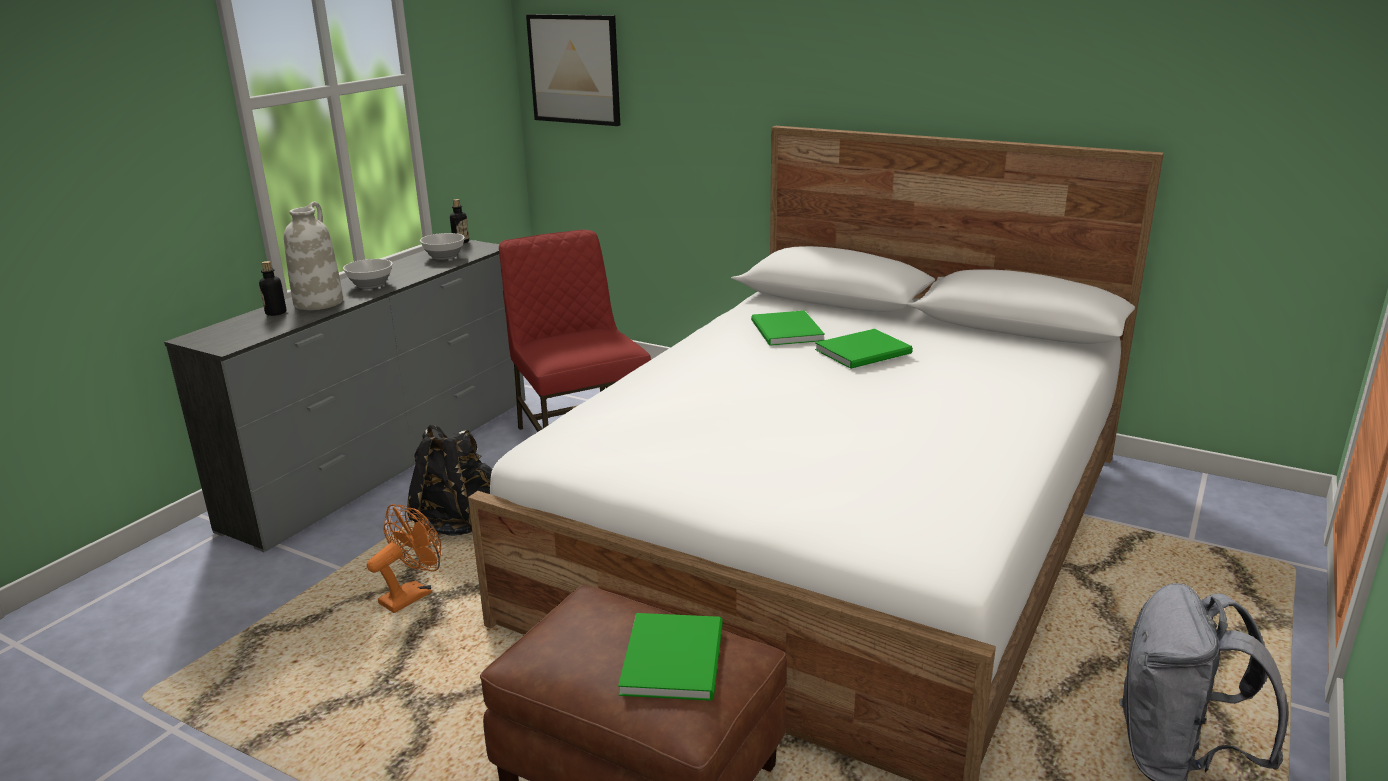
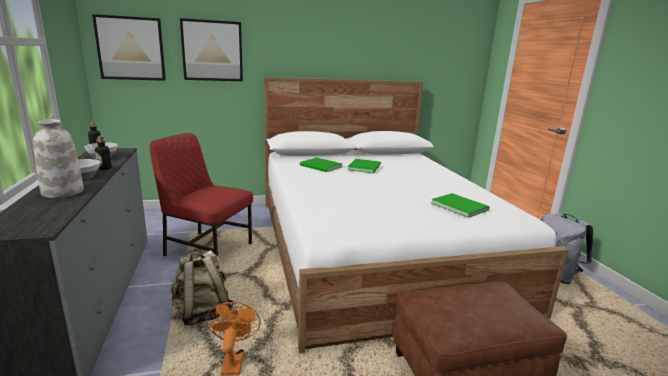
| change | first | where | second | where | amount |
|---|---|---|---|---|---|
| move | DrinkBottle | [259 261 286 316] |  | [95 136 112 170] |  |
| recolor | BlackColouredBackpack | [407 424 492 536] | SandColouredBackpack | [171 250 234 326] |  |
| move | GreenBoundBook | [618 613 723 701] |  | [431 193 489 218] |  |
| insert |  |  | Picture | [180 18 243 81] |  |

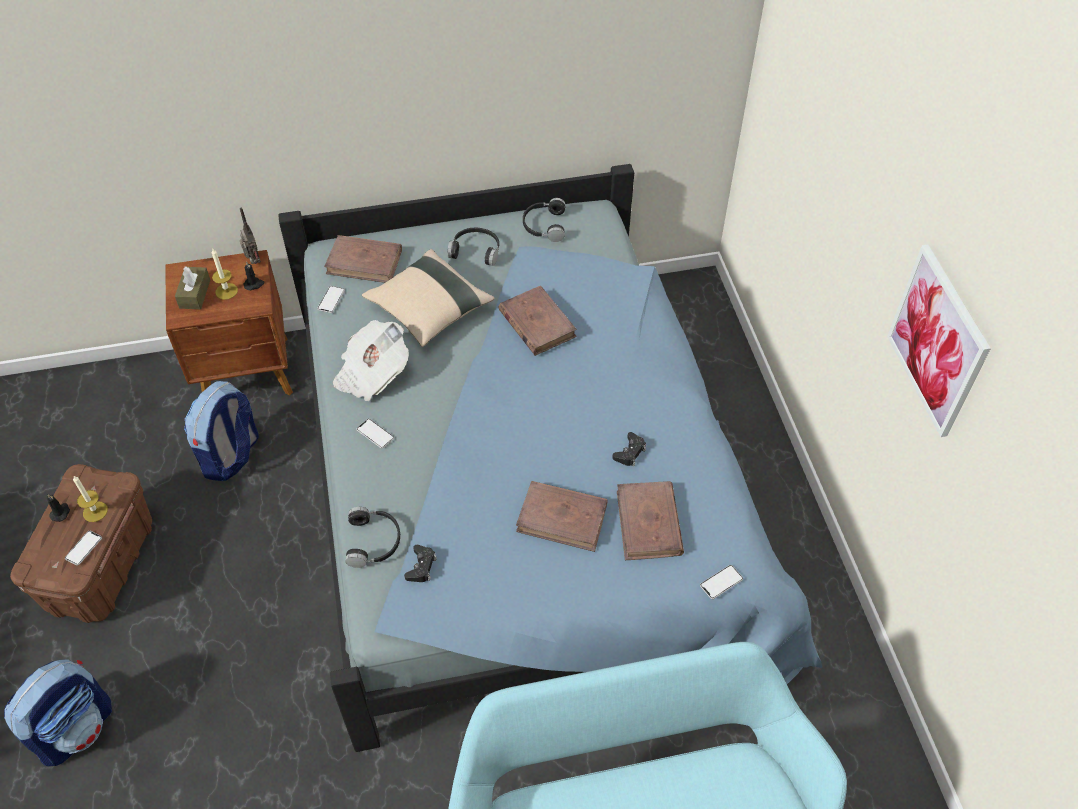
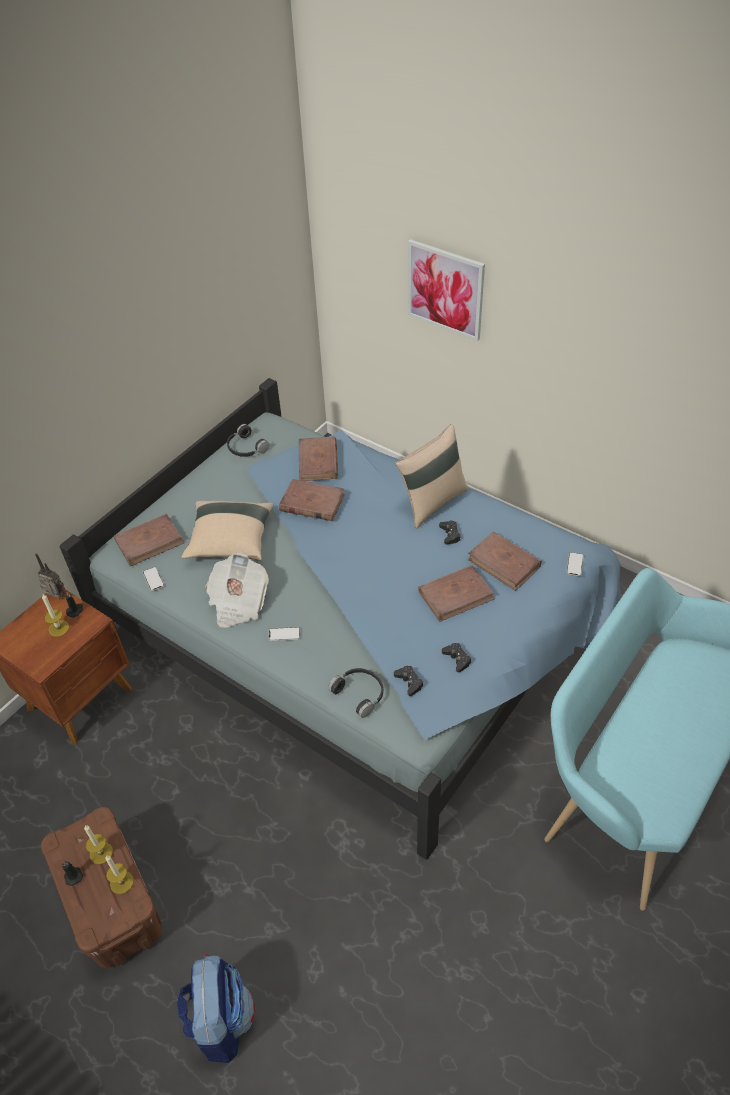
| change | first | where | second | where | amount |
|---|---|---|---|---|---|
| delete | BlackColouredHeadphones | [448 227 499 266] |  |  |  |
| move | Picture | [887 245 991 437] |  | [408 239 485 341] |  |
| delete | BrownColouredTissueHolder | [175 266 210 309] |  |  |  |
| delete | Backpack | [184 381 259 481] |  |  |  |
| replace | Handset | [65 531 102 565] | WaxCandle | [105 855 134 894] |  |
| insert |  |  | SandColouredCushion | [395 424 468 529] |  |
| insert |  |  | BrownColouredBoundBook | [299 437 338 481] |  |
| insert |  |  | BlackColouredGameController | [442 643 471 673] |  |

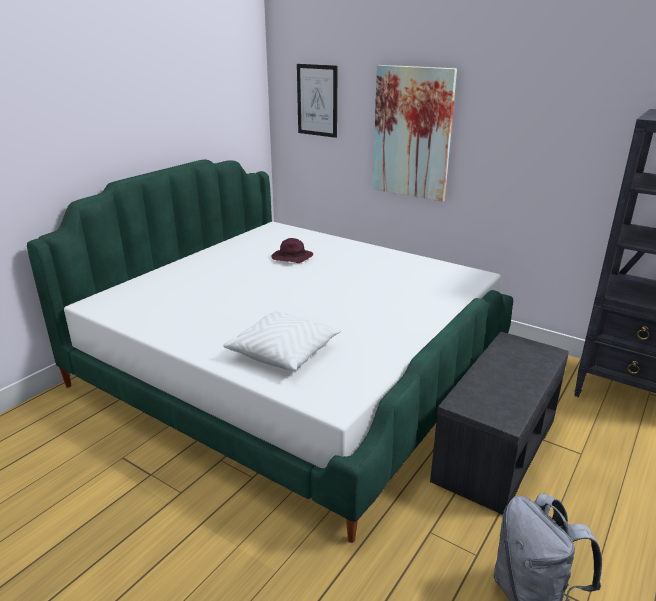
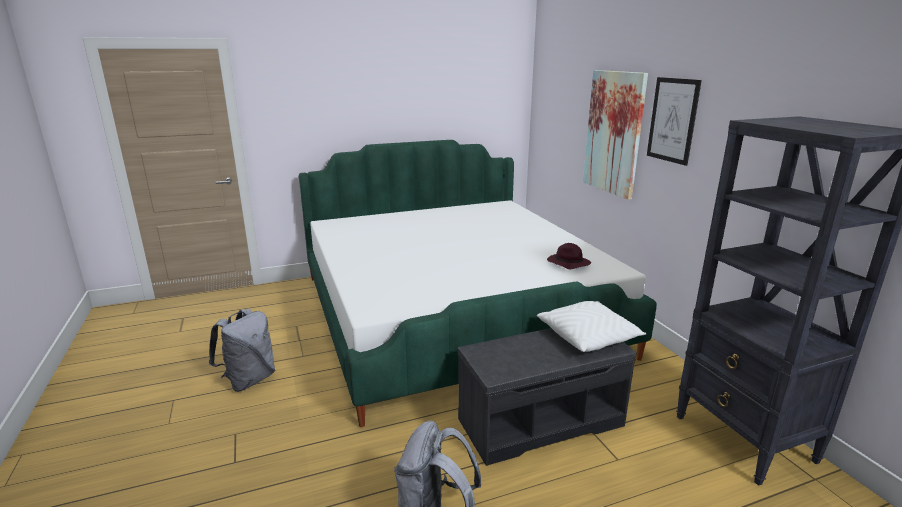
| change | first | where | second | where | amount |
|---|---|---|---|---|---|
| move | Picture | [297 64 338 138] |  | [647 77 702 166] |  |
| move | PurpleColouredWearableHat | [271 238 313 263] |  | [547 243 591 269] |  |
| move | WhitishCushion | [223 311 341 371] |  | [537 301 647 352] |  |
| insert |  |  | GreyishBackpack | [209 309 275 392] |  |

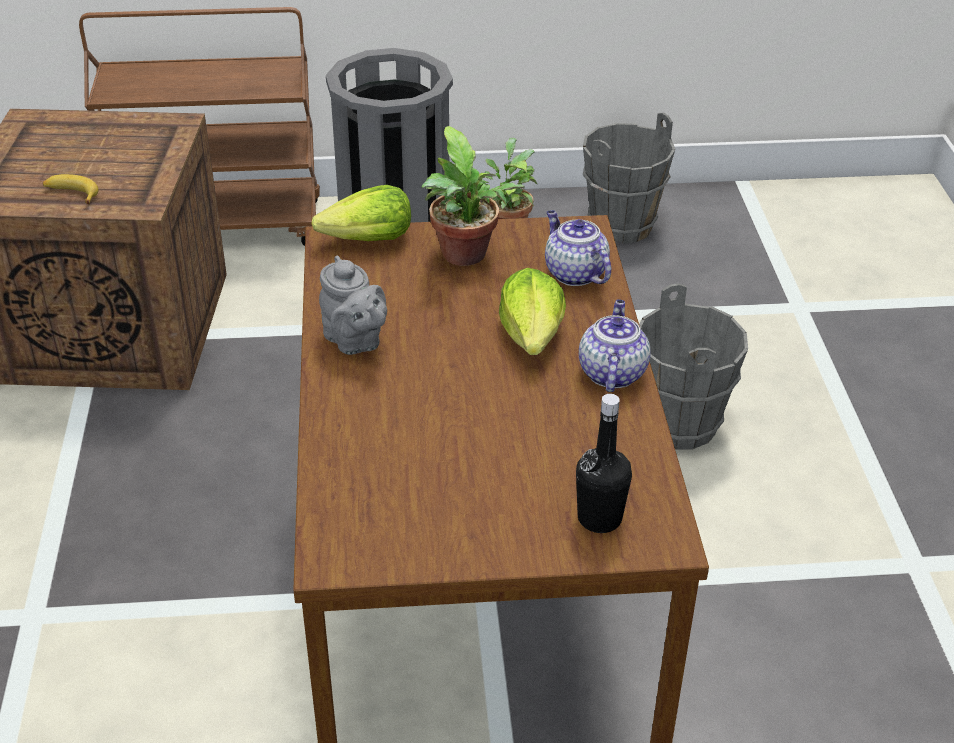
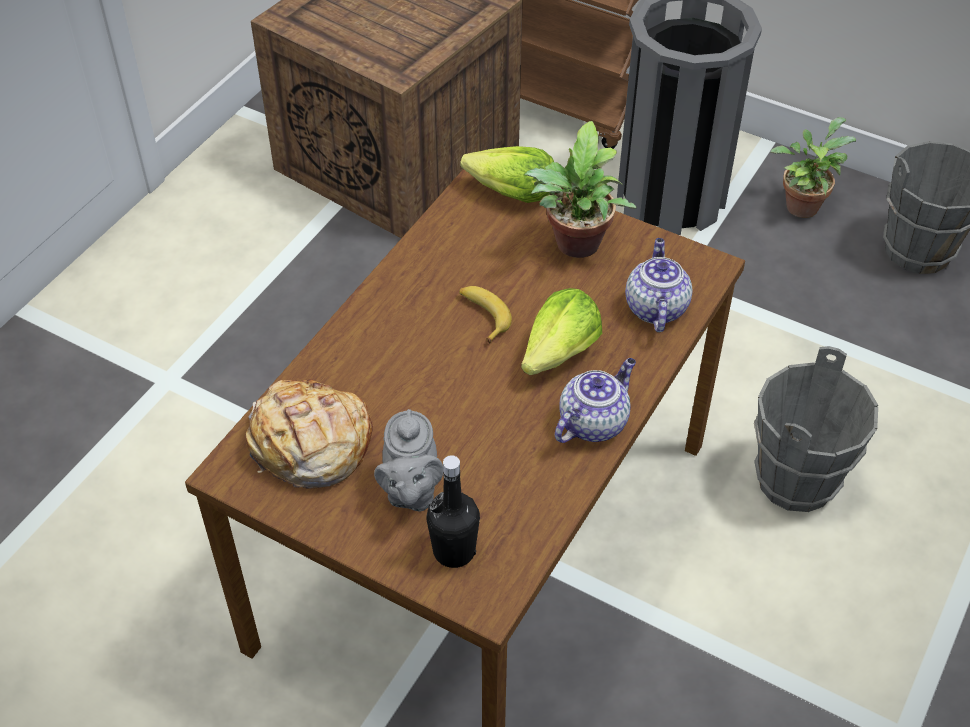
| change | first | where | second | where | amount |
|---|---|---|---|---|---|
| move | Banana | [43 174 98 204] |  | [459 286 512 343] |  |
| move | GreyishPotForTea | [319 255 387 355] |  | [374 409 443 512] |  |
| insert |  |  | BakedBread | [246 379 373 489] |  |

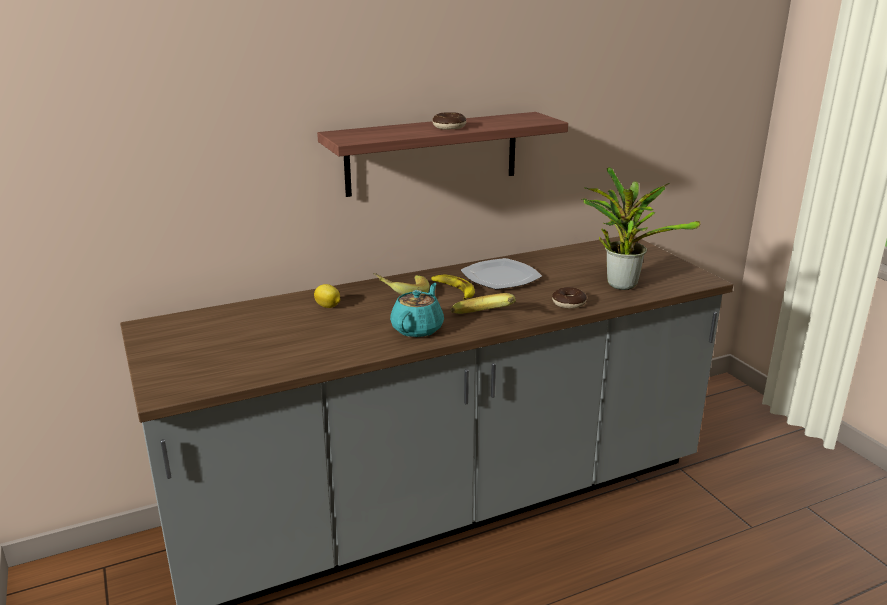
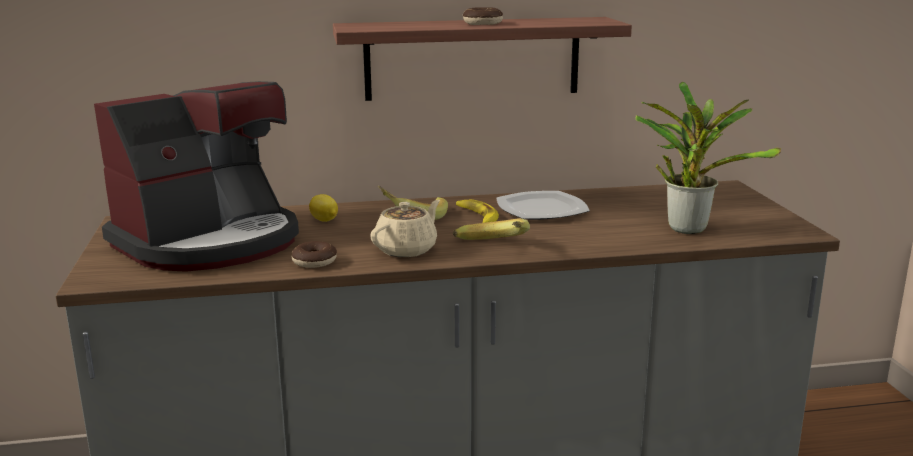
| change | first | where | second | where | amount |
|---|---|---|---|---|---|
| recolor | TurquoisePotForTea | [390 283 444 337] | SandColouredPotForTea | [370 200 440 257] |  |
| move | Doughnut | [552 287 587 308] |  | [291 241 337 268] |  |
| insert |  |  | CoffeeMachine | [94 81 299 272] |  |

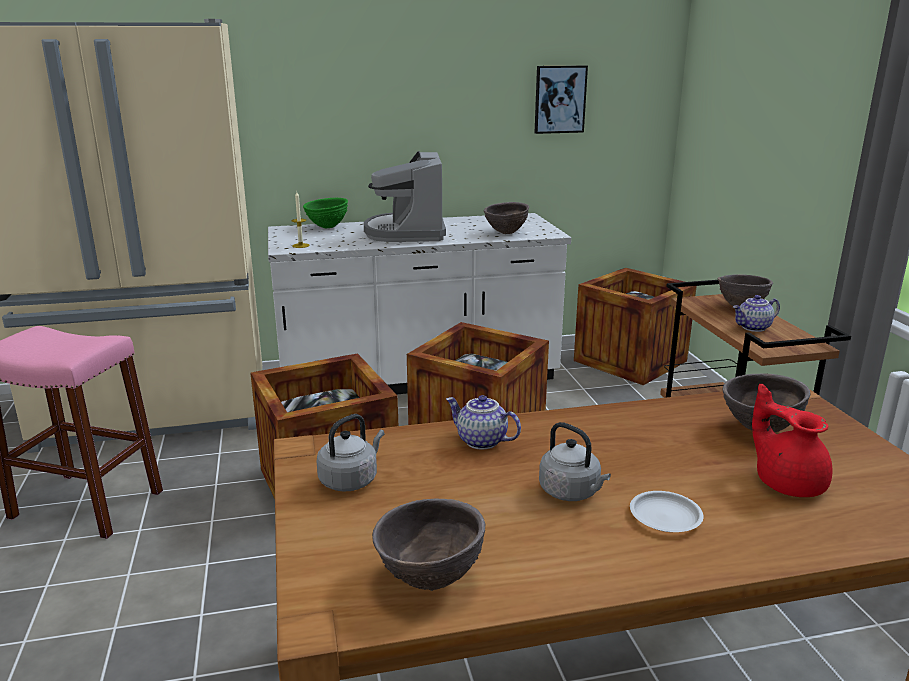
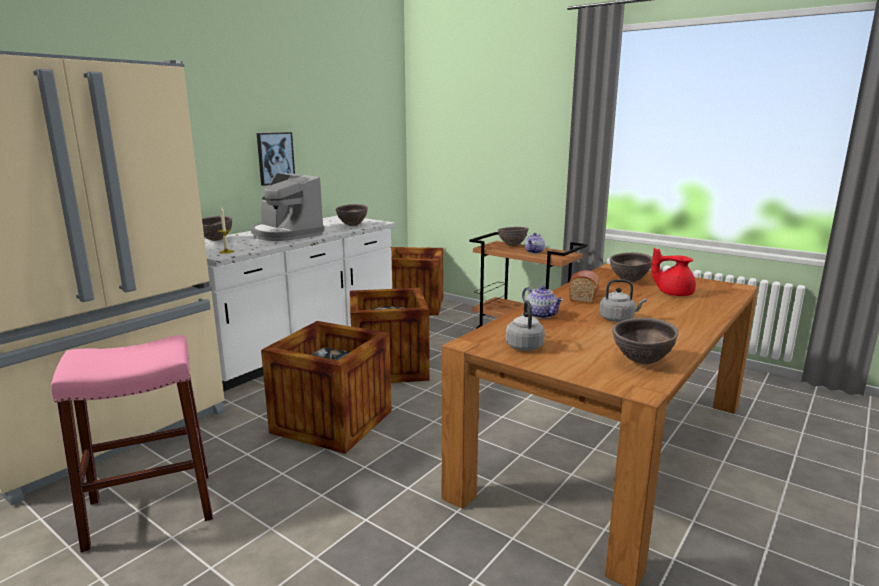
| change | first | where | second | where | amount |
|---|---|---|---|---|---|
| move | Picture | [534 65 588 134] |  | [257 132 295 186] |  |
| recolor | GreenBowl | [303 198 348 228] | BrownColouredBowl | [202 215 232 241] |  |
| rotate | PotForTea | [446 395 521 449] |  | [522 286 563 319] | 120 degrees counterclockwise |
| delete | WhitishPlate | [630 491 704 532] |  |  |  |
| insert |  |  | BakedBread | [569 270 599 303] |  |

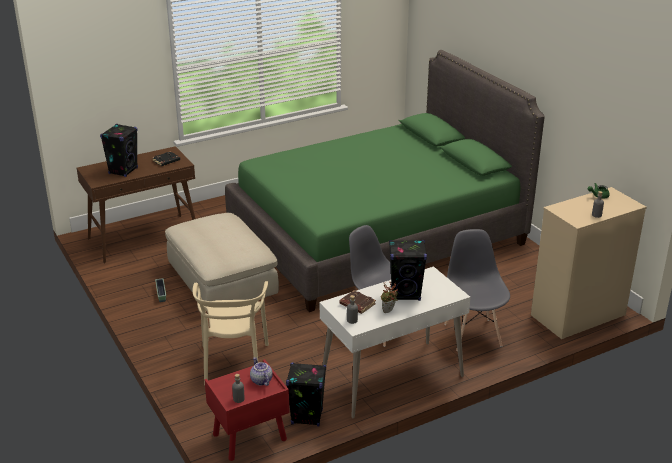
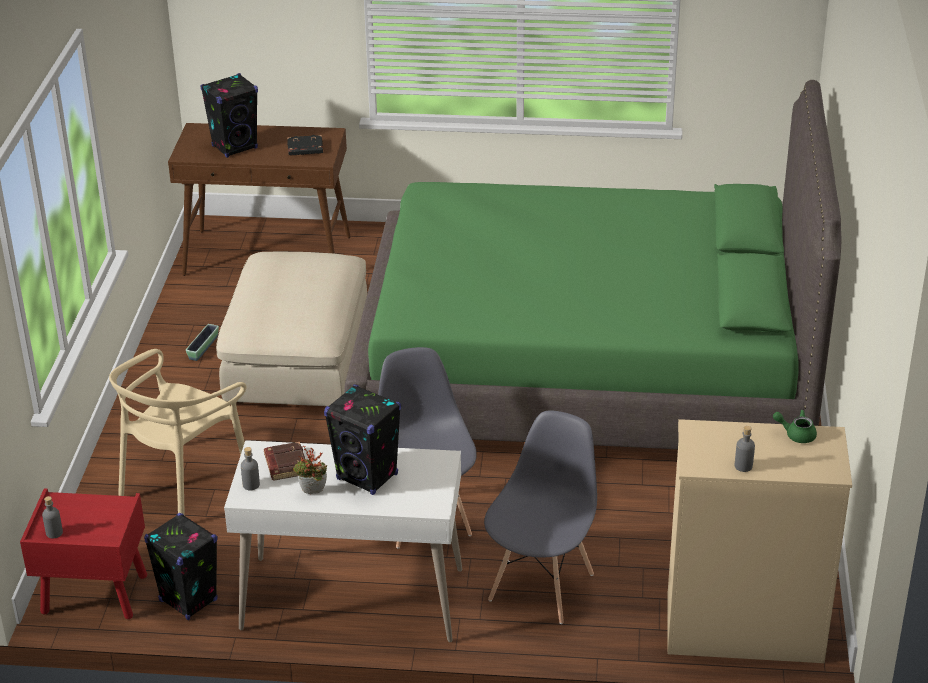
| change | first | where | second | where | amount |
|---|---|---|---|---|---|
| delete | PotForTea | [250 357 273 386] |  |  |  |

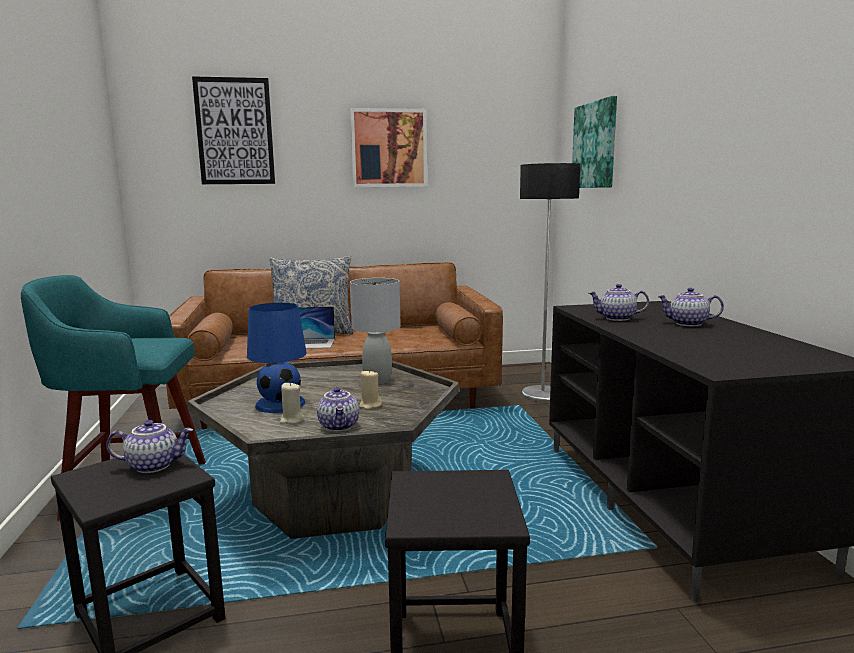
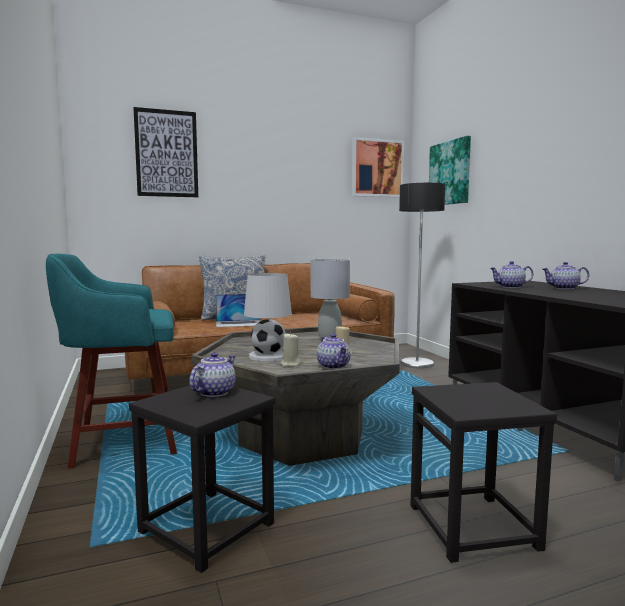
| change | first | where | second | where | amount |
|---|---|---|---|---|---|
| move | Picture | [350 108 427 187] |  | [352 137 404 198] |  |
| recolor | BlueLampForATable | [247 303 307 413] | WhitishLampForATable | [244 273 292 361] |  |
| rotate | PotForTea | [106 420 193 473] |  | [189 352 236 397] | 45 degrees counterclockwise |

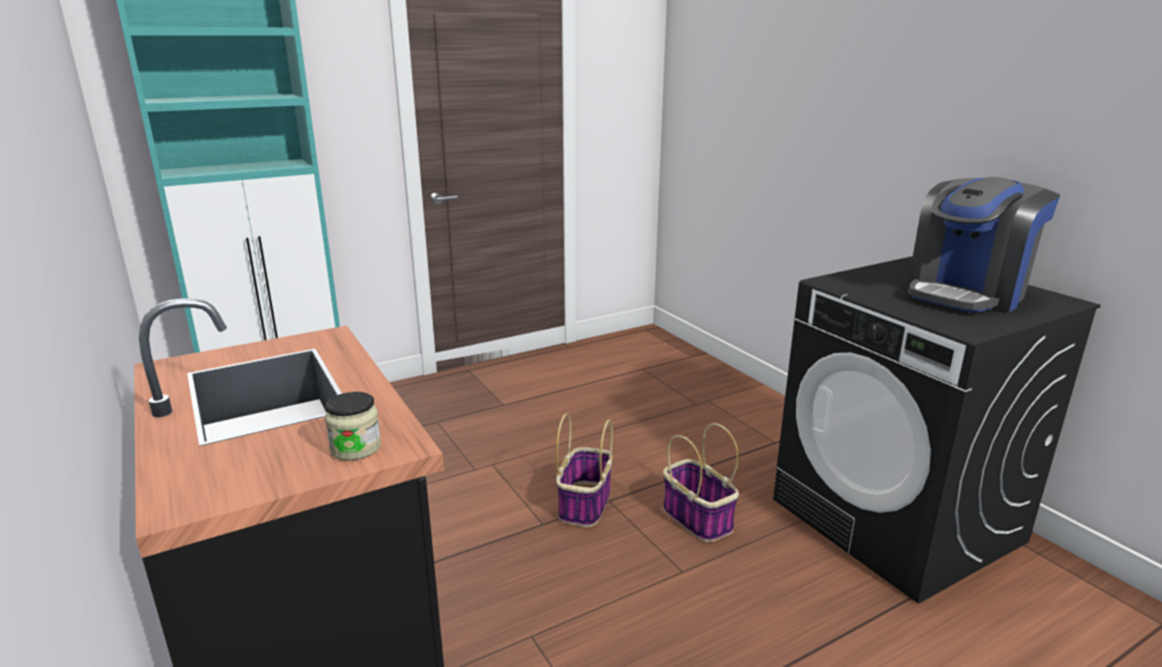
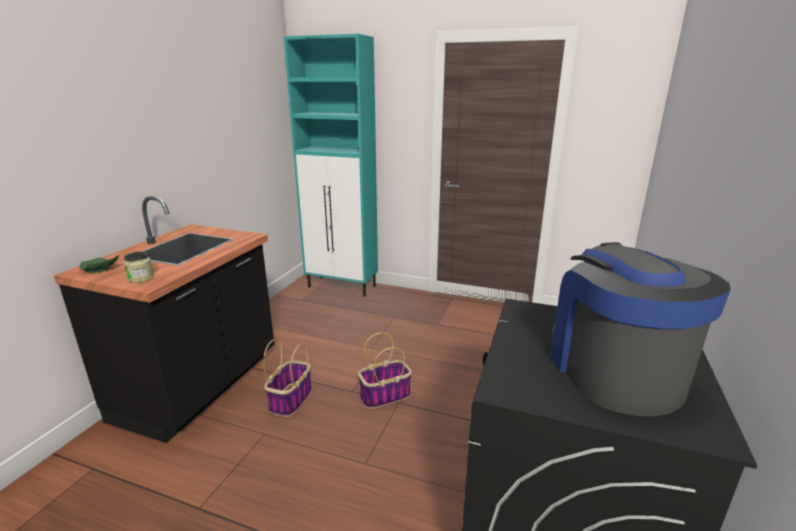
| change | first | where | second | where | amount |
|---|---|---|---|---|---|
| rotate | CoffeeMachine | [907 177 1060 313] |  | [550 242 731 416] | 75 degrees clockwise |
| move | Basket | [663 423 739 542] |  | [263 339 312 417] |  |
| insert |  |  | GreenPlate | [80 255 119 273] |  |

